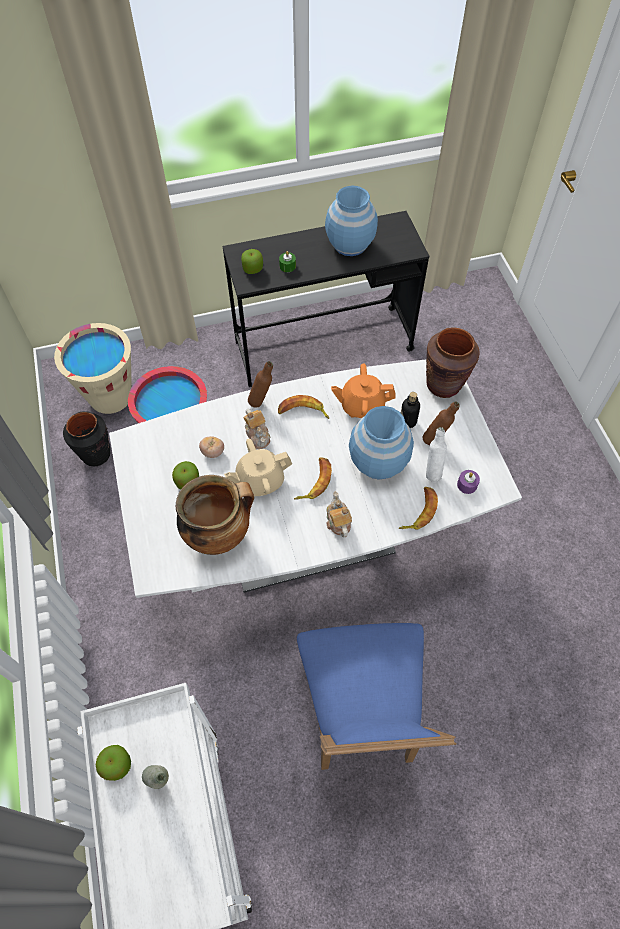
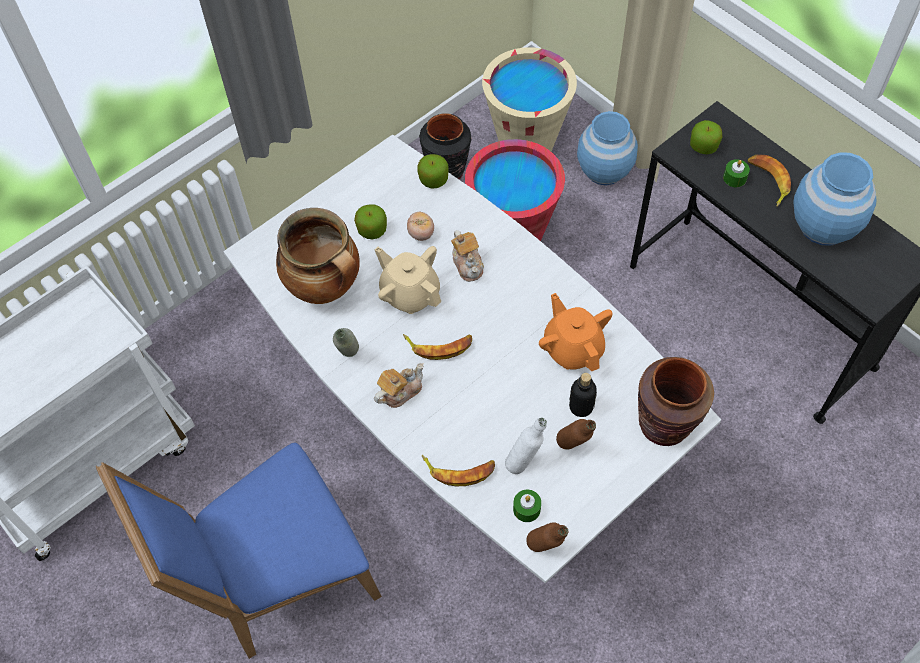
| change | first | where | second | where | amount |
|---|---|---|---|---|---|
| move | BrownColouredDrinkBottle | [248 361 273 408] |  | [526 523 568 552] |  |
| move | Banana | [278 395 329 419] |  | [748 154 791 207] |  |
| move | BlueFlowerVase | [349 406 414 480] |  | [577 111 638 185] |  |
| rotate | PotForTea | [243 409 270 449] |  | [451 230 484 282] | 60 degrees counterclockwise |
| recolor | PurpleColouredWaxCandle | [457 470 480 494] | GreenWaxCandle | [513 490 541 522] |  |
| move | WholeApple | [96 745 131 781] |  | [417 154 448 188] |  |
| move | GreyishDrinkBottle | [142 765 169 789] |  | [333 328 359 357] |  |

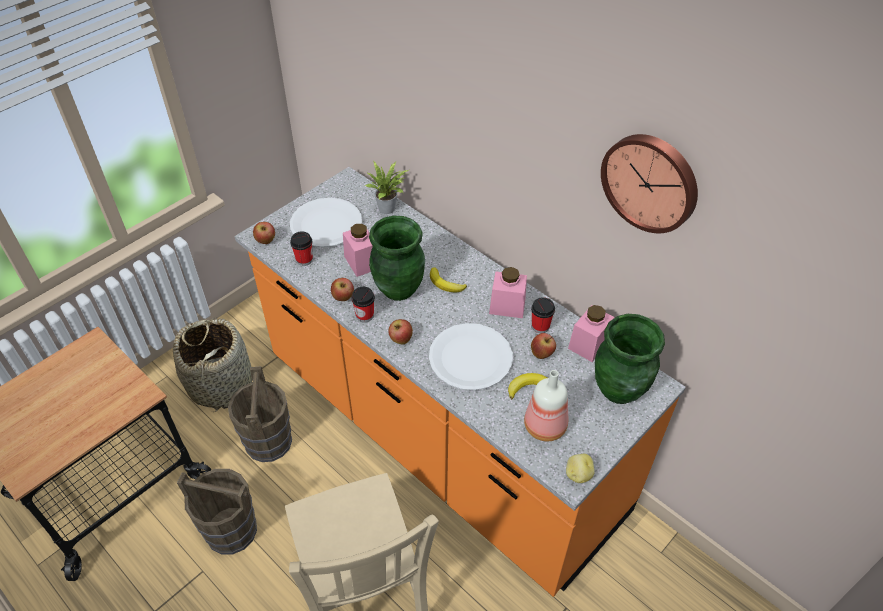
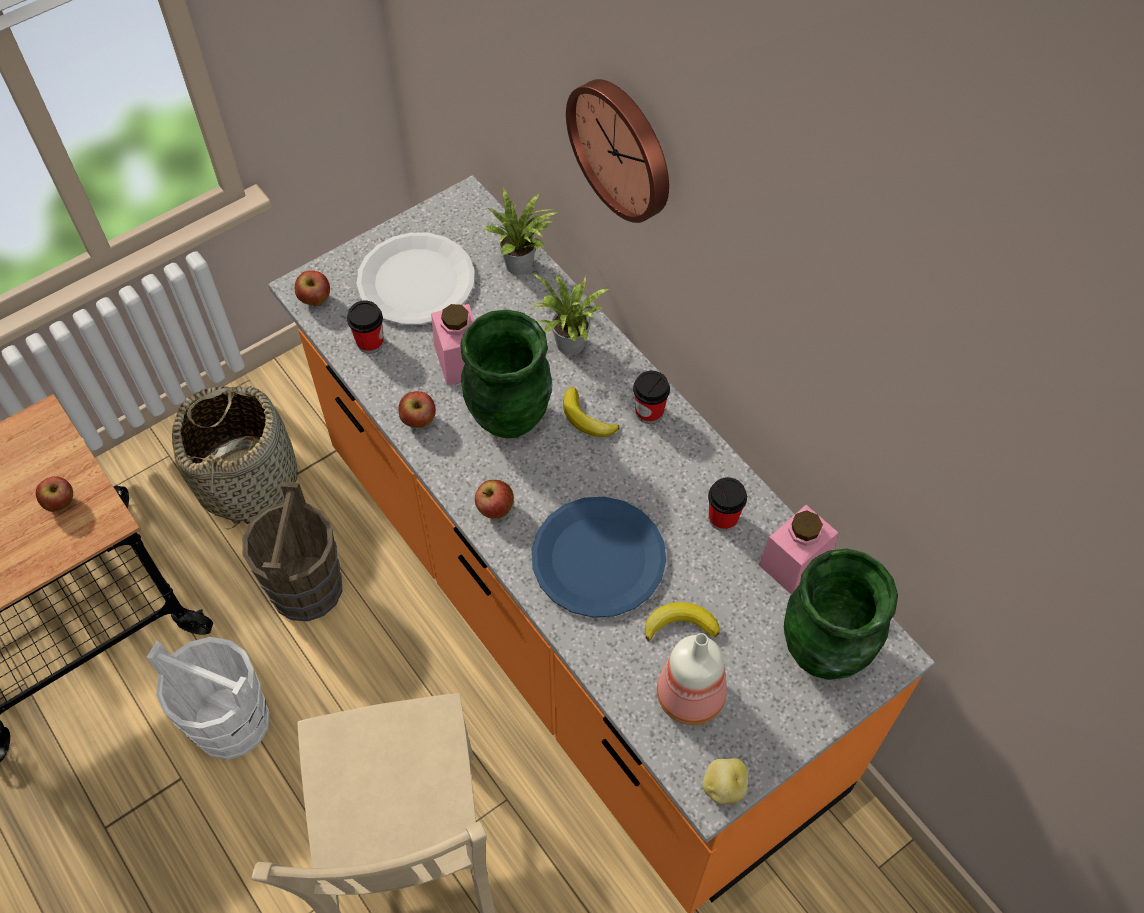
| change | first | where | second | where | amount |
|---|---|---|---|---|---|
| move | HangingClock | [601 134 698 233] |  | [566 79 669 223] |  |
| delete | PinkishPreserveJar | [489 267 527 318] |  |  |  |
| move | DrinkingCup | [351 287 375 322] |  | [633 371 670 424] |  |
| recolor | WhitishPlate | [429 323 513 390] | BluePlate | [532 497 666 618] |  |
| move | WholeApple | [531 333 556 359] |  | [36 476 73 512] |  |
| recolor | BrownColouredPail | [177 469 257 554] | WhitishPail | [146 637 269 760] |  |
| insert |  |  | PottedPlant | [531 273 608 355] |  |

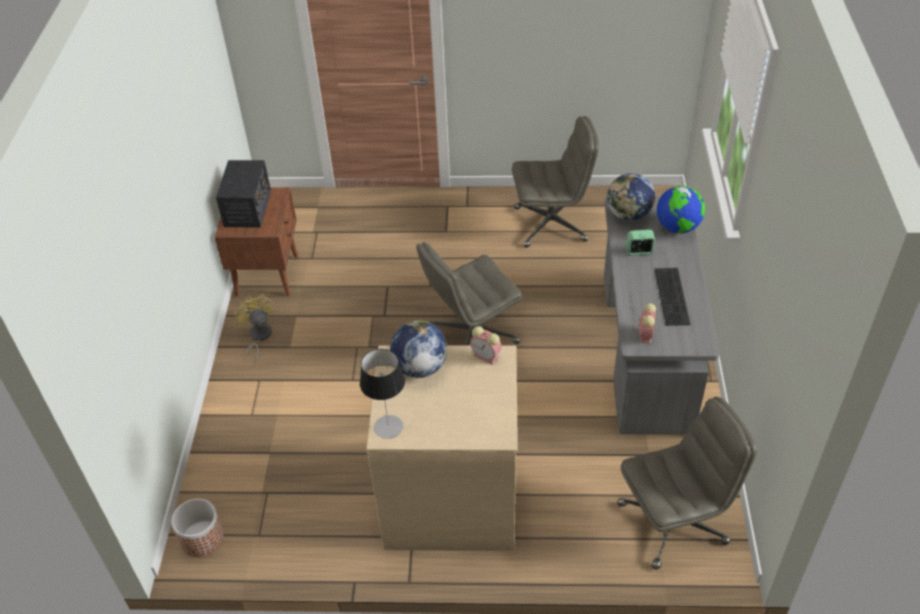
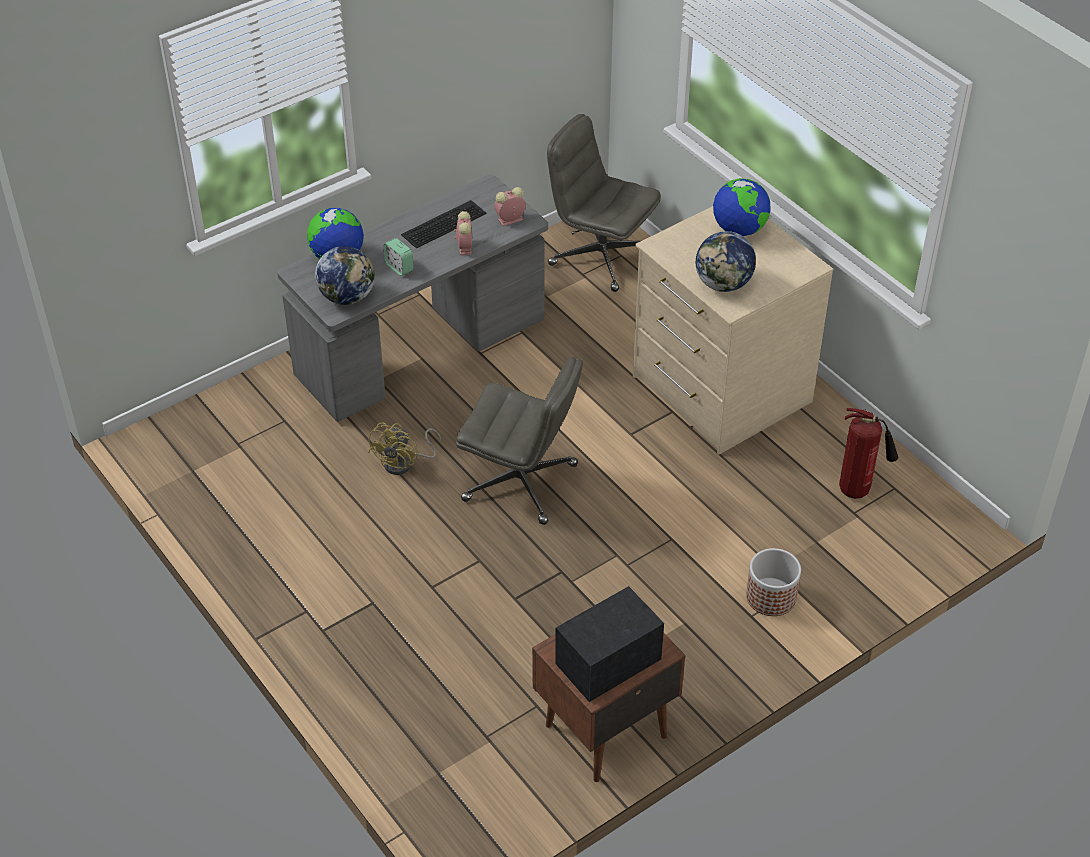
| change | first | where | second | where | amount |
|---|---|---|---|---|---|
| delete | GreyishComputerChair | [512 116 599 248] |  |  |  |
| move | YellowColouredCoolingFan | [234 294 274 364] |  | [368 423 441 475] |  |
| move | BedsideClock | [470 326 502 365] |  | [454 211 473 255] |  |
| delete | LampForATable | [360 349 405 439] |  |  |  |
| move | Planter | [171 499 224 557] |  | [746 548 801 616] |  |
| insert |  |  | DeskGlobe | [713 178 771 236] |  |
| insert |  |  | Extinguisher | [839 408 898 499] |  |

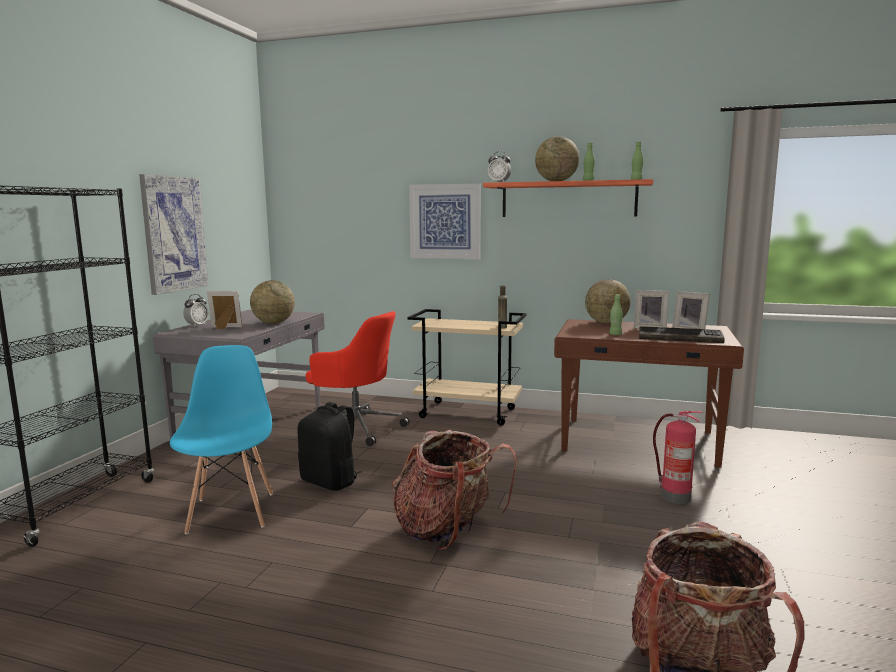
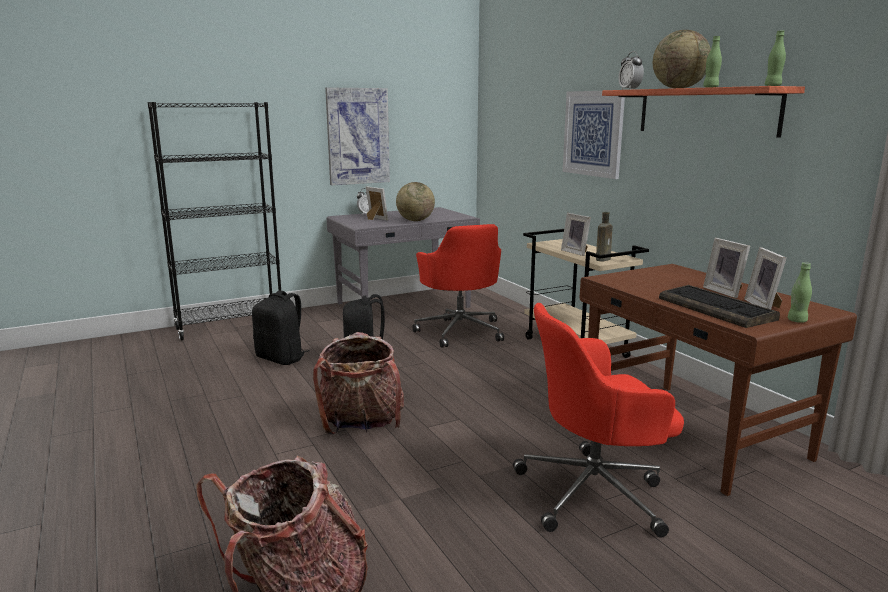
| change | first | where | second | where | amount |
|---|---|---|---|---|---|
| delete | DeskGlobe | [585 279 631 324] |  |  |  |
| move | GreenDrinkBottle | [609 295 623 335] |  | [788 262 812 323] |  |
| replace | BlueUprightChair | [170 345 273 534] | BlackColouredBackpack | [252 290 309 365] |  |
| replace | Extinguisher | [653 411 702 504] | ReddishComputerChair | [513 303 684 538] |  |
| insert |  |  | StandingFrame | [561 213 591 256] |  |

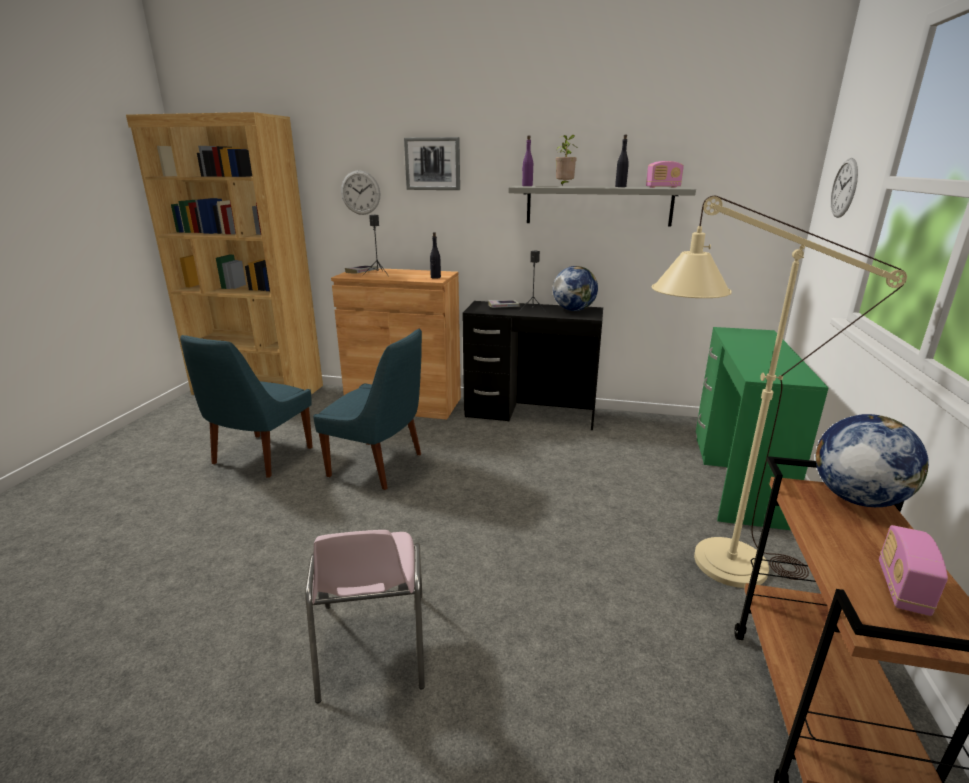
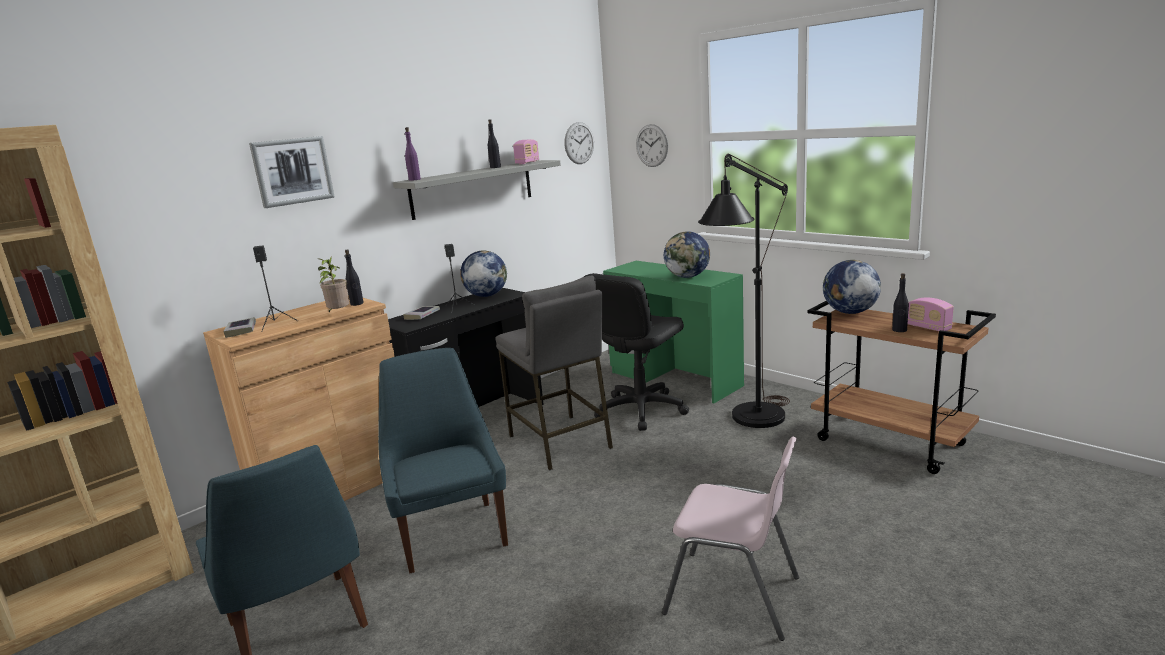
| change | first | where | second | where | amount |
|---|---|---|---|---|---|
| move | PottedPlant | [556 135 577 186] |  | [317 258 349 313] |  |
| move | HangingClock | [341 170 380 215] |  | [565 122 594 164] |  |
| recolor | SandColouredStandardLamp | [652 196 907 588] | BlackColouredStandardLamp | [698 154 790 428] |  |
| rotate | BlueUprightChair | [313 329 422 490] |  | [378 348 508 573] | 75 degrees counterclockwise |
| insert |  |  | DeskGlobe | [664 232 710 278] |  |
| insert |  |  | BlackColouredComputerChair | [584 273 689 431] |  |
| insert |  |  | BlackColouredDrinkBottle | [892 273 909 332] |  |
| insert |  |  | GreyishSittingStool | [495 276 613 470] |  |

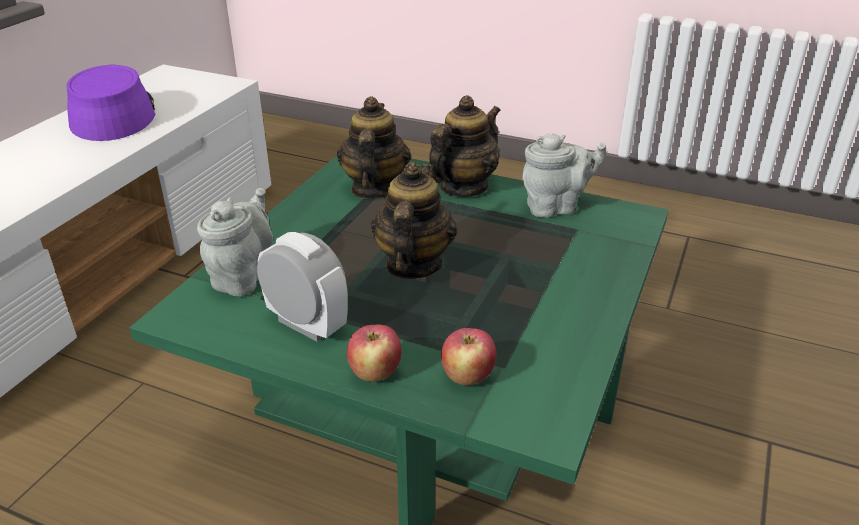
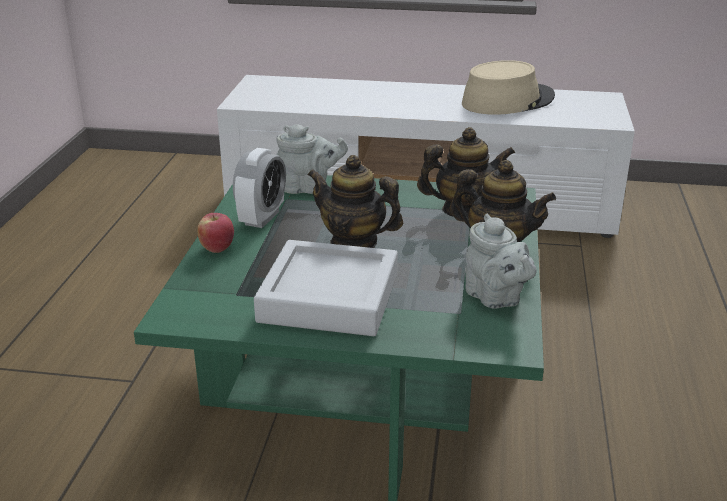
| change | first | where | second | where | amount |
|---|---|---|---|---|---|
| recolor | PurpleColouredWearableHat | [66 65 156 141] | SandColouredWearableHat | [462 60 555 115] |  |
| rotate | PotForTea | [371 162 457 279] |  | [308 155 403 248] | 150 degrees counterclockwise |
| delete | WholeApple | [441 328 496 386] |  |  |  |
| insert |  |  | GreyishServingTray | [254 240 398 336] |  |

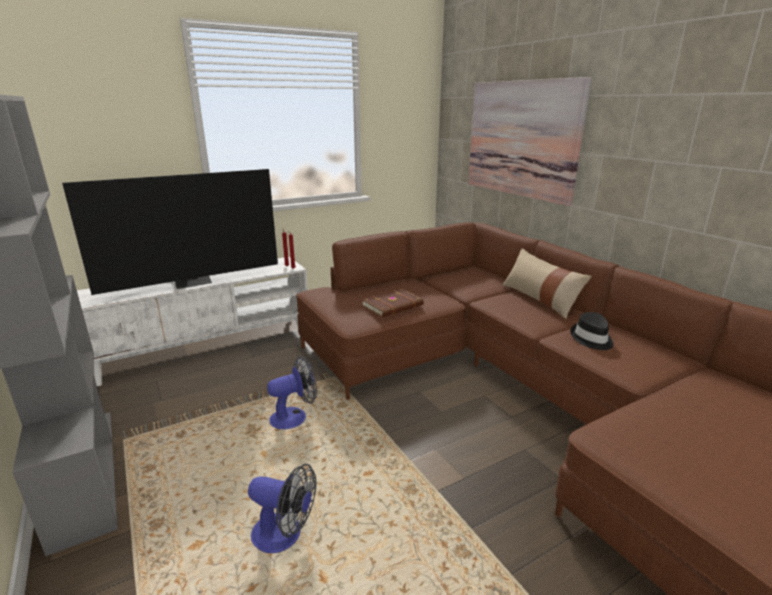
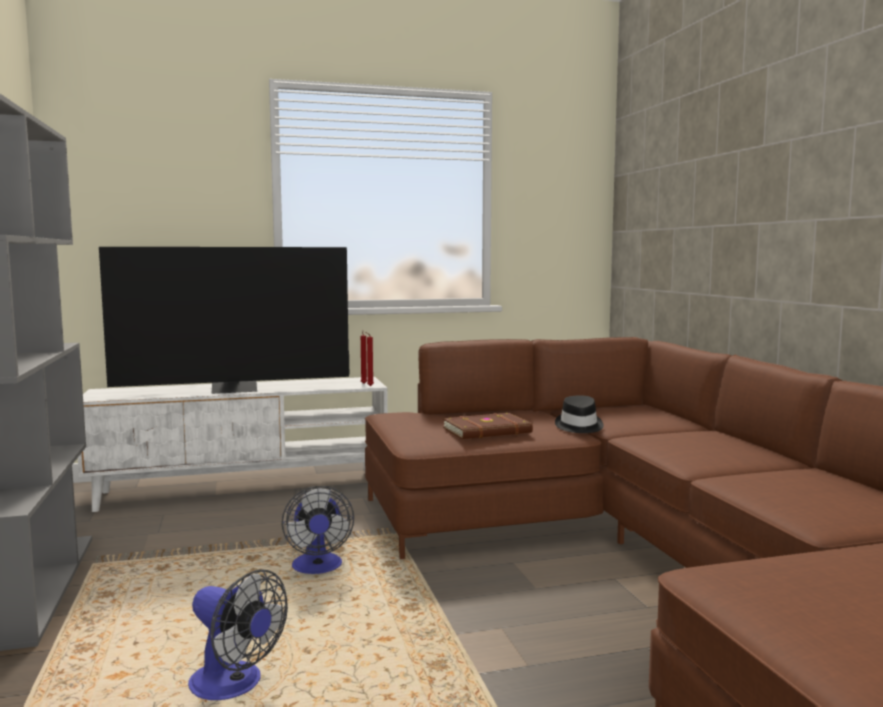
| change | first | where | second | where | amount |
|---|---|---|---|---|---|
| delete | Picture | [468 77 591 206] |  |  |  |
| delete | SandColouredCushion | [502 248 592 319] |  |  |  |
| move | BlackColouredWearableHat | [570 312 614 350] |  | [555 395 604 433] |  |
| rotate | CoolingFan | [267 356 317 429] |  | [282 486 354 574] | 90 degrees clockwise |

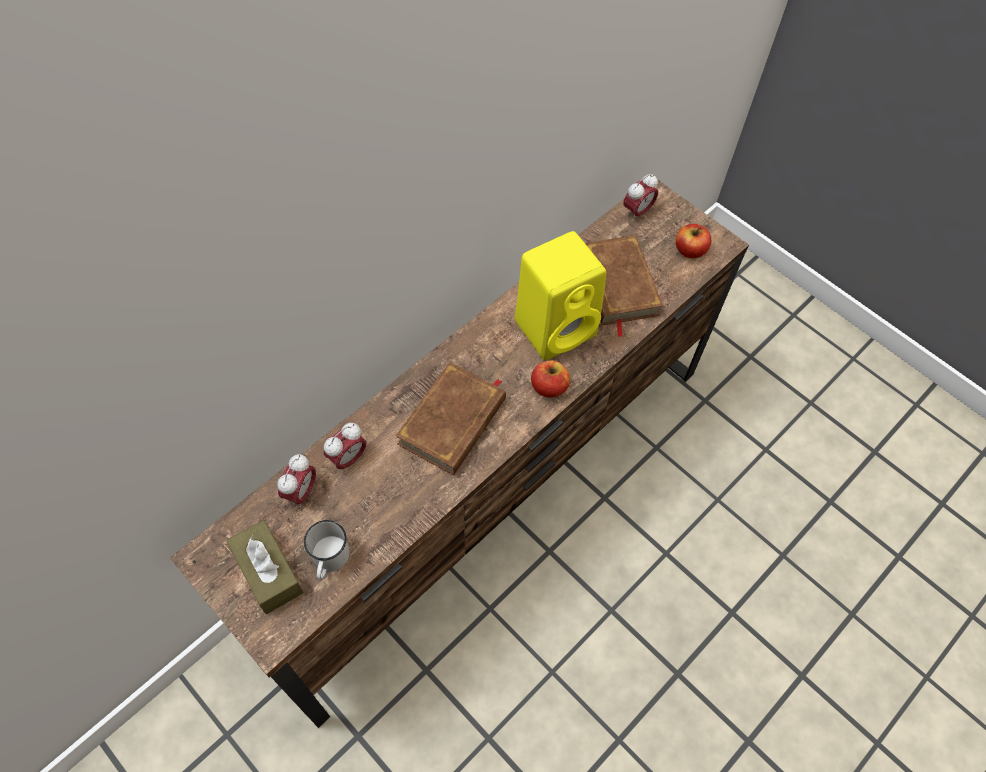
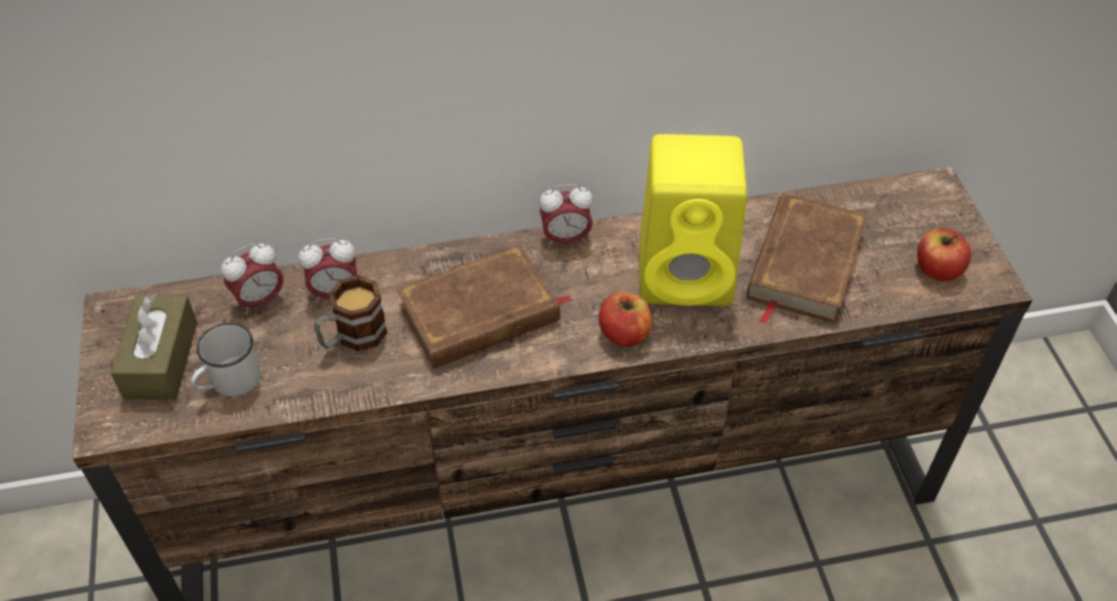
| change | first | where | second | where | amount |
|---|---|---|---|---|---|
| move | BedsideClock | [623 174 658 221] |  | [539 184 593 247] |  |
| insert |  |  | CoffeeMug | [314 275 388 351] |  |

